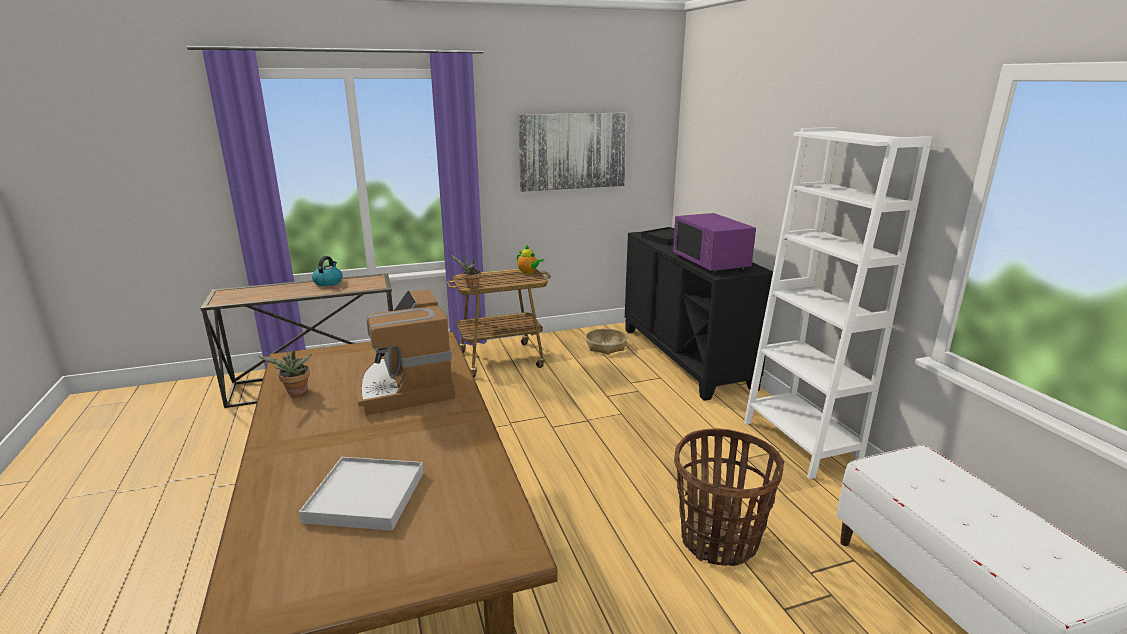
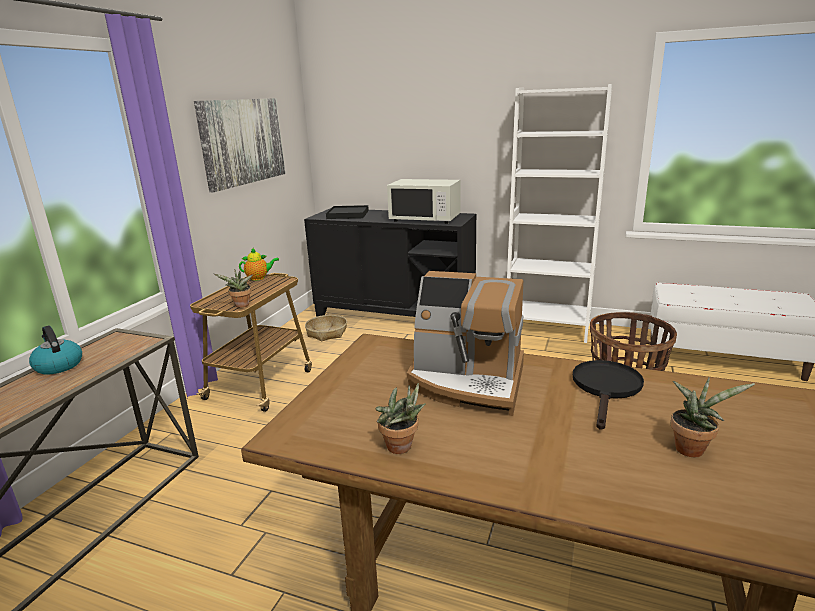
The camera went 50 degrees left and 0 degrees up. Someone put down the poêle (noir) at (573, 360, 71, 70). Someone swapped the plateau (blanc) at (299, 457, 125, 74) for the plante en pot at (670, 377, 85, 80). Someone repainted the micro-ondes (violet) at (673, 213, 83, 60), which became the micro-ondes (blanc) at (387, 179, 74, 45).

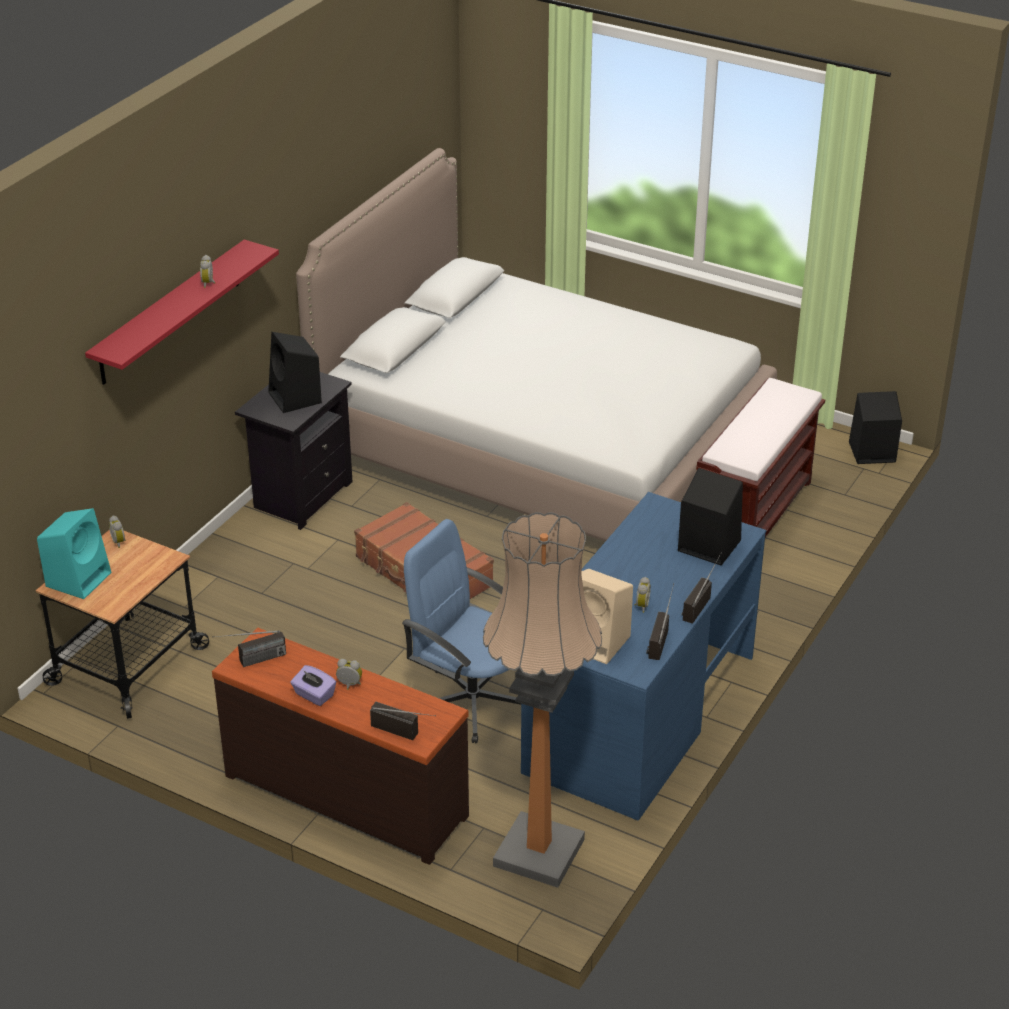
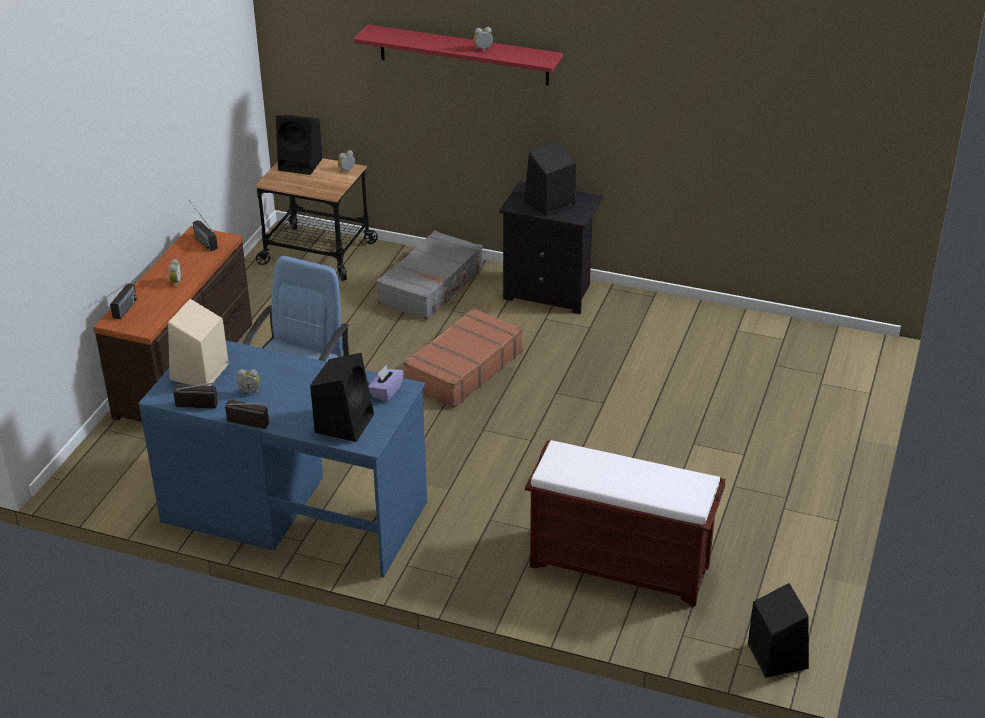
The camera went 80 degrees right and 0 degrees up. Someone took away the lit at (296, 148, 481, 393). Someone took away the lampadaire at (483, 512, 119, 376). Someone put down the valise (gris) at (377, 231, 106, 89). Someone carried the boîte à mouchoirs (violet) from (291, 665, 45, 41) to (369, 365, 35, 37). Someone repainted the enceinte (turquoise) at (37, 508, 74, 91), which became the enceinte (noir) at (276, 115, 47, 60).

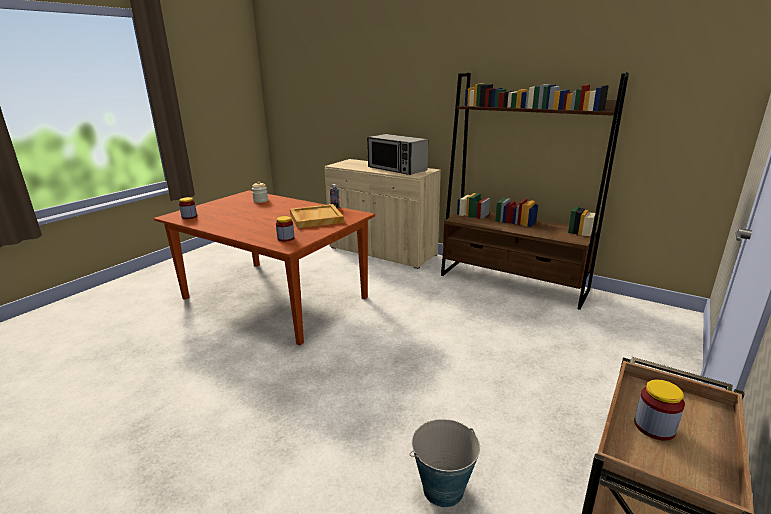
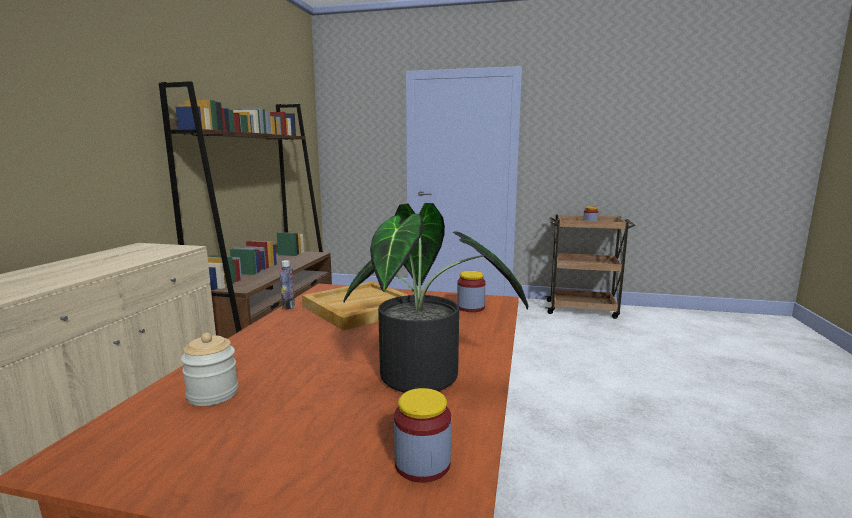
The camera went 110 degrees left and 10 degrees down. Someone took away the micro-ondes at (367, 134, 61, 41). Someone took away the seau at (409, 419, 71, 88). Someone put down the plante en pot at (344, 203, 184, 190).

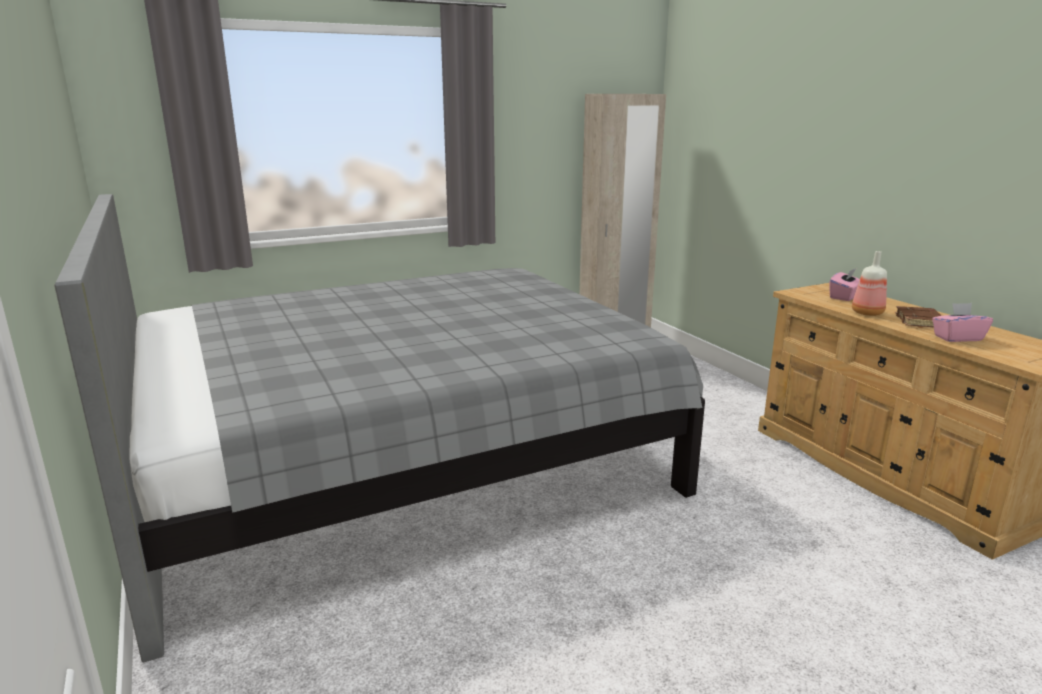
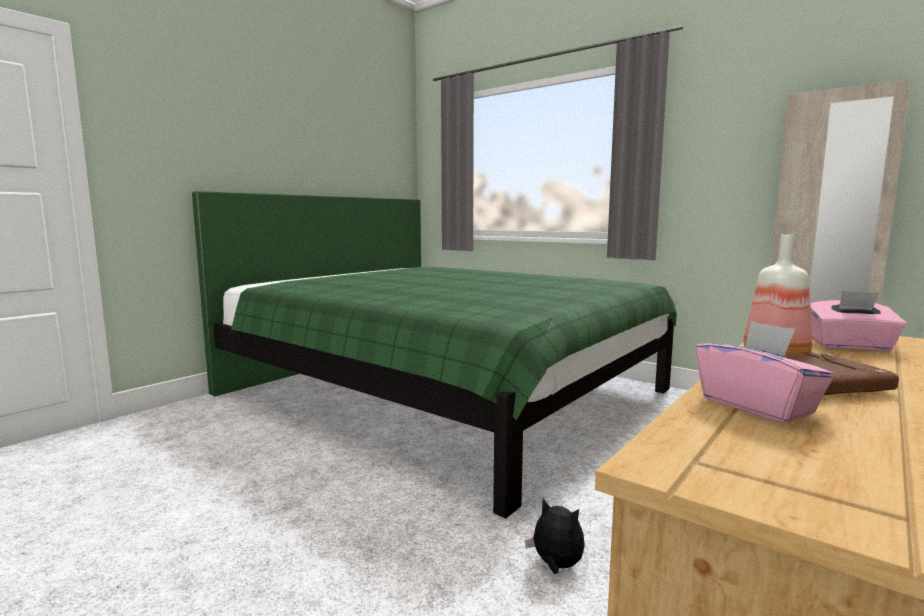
The camera went 65 degrees right and 10 degrees down. Someone put down the peluche at (525, 498, 60, 76). Someone repainted the lit (gris) at (54, 194, 651, 469), which became the lit (vert) at (192, 191, 485, 327).

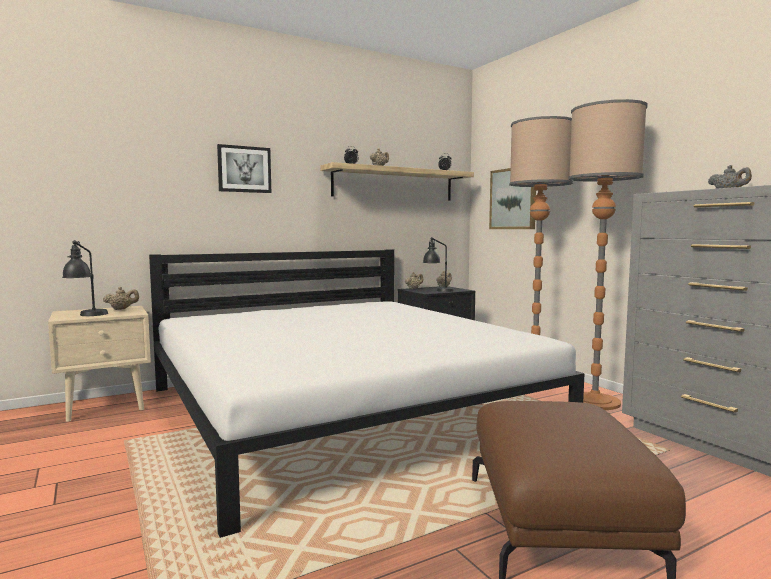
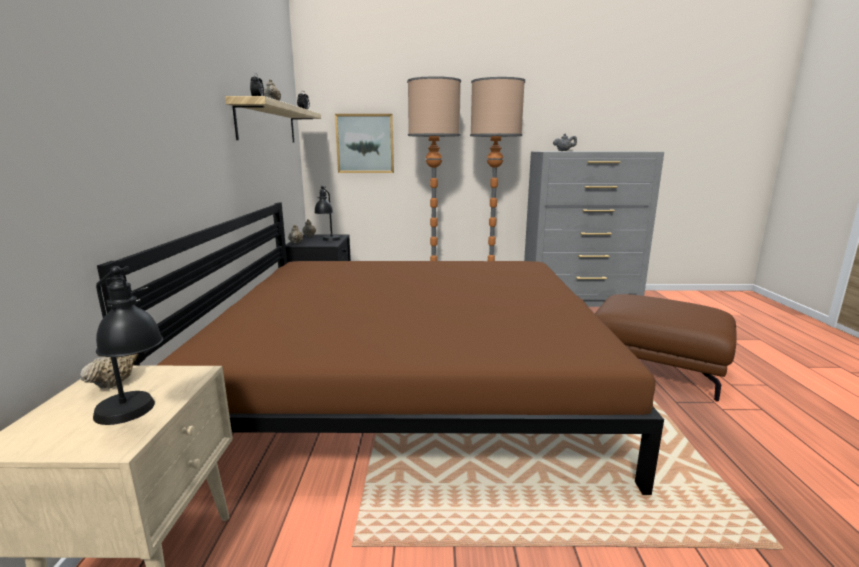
The camera went 60 degrees left and 10 degrees up. Someone took away the tableau at (217, 144, 54, 49). Someone repainted the lit (blanc) at (149, 249, 436, 289), which became the lit (marron) at (97, 202, 567, 293).

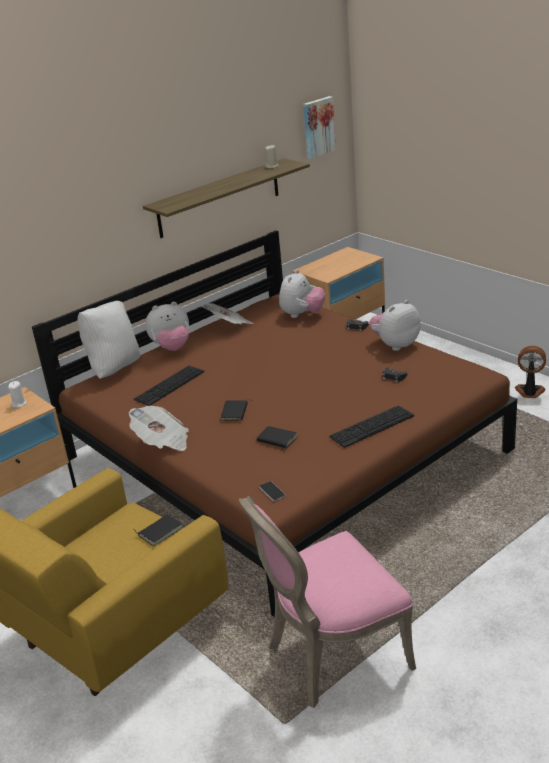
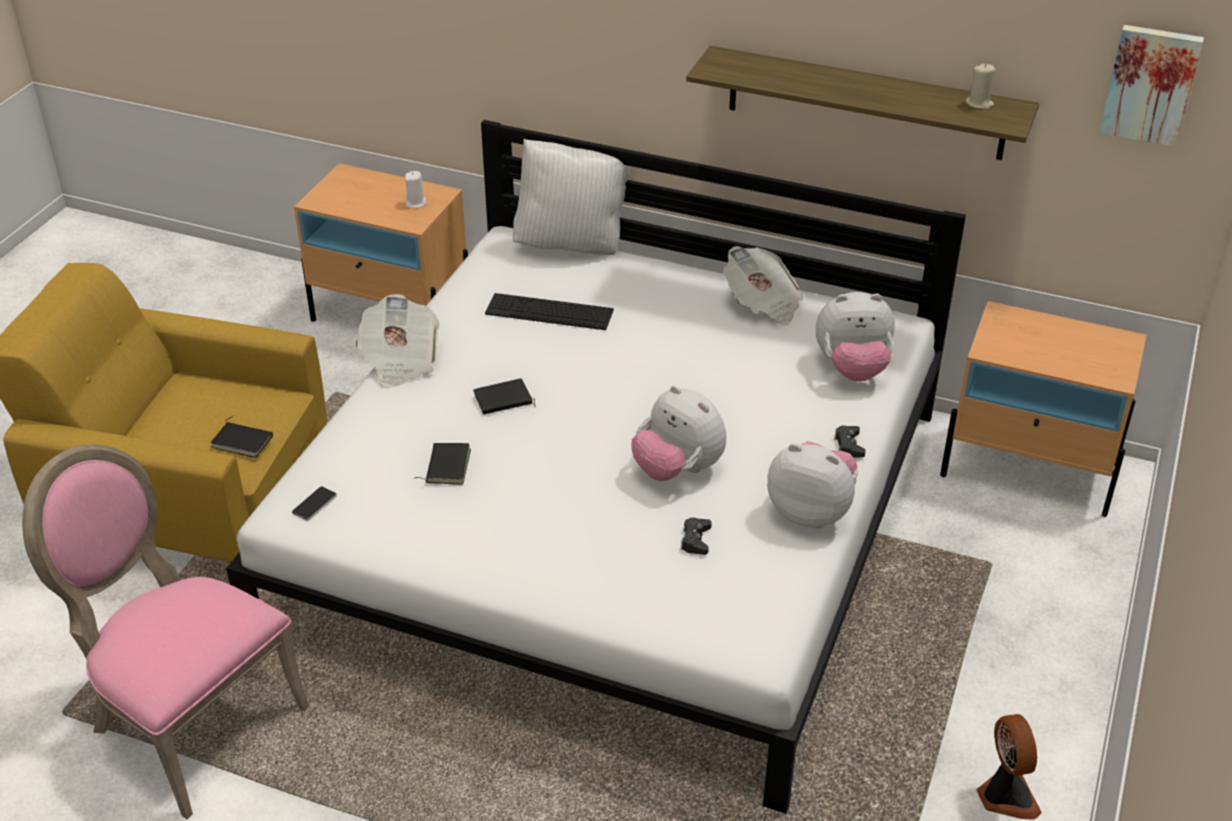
The camera went 60 degrees right and 10 degrees up. Someone took away the clavier at (329, 405, 85, 43). Someone carried the peluche from (146, 302, 43, 49) to (631, 385, 95, 96). Someone repainted the lit (marron) at (32, 230, 485, 387), which became the lit (blanc) at (226, 120, 740, 693).

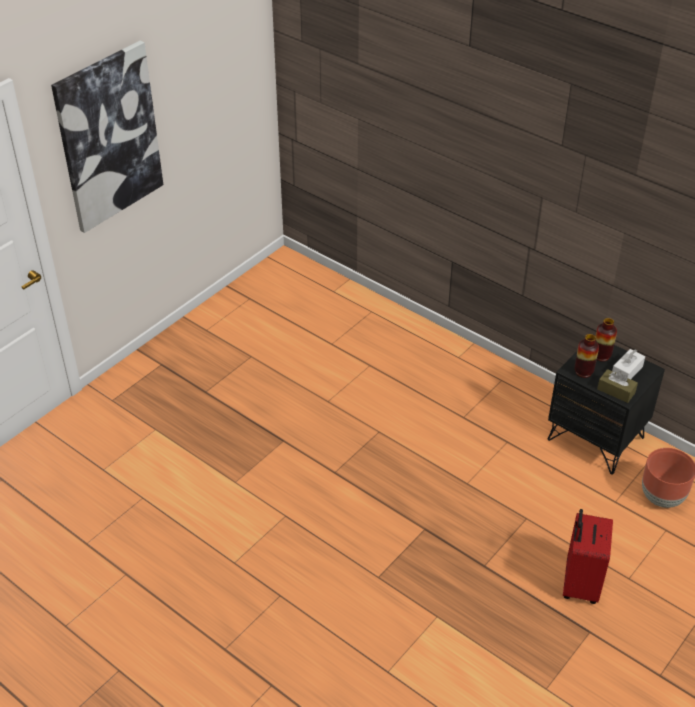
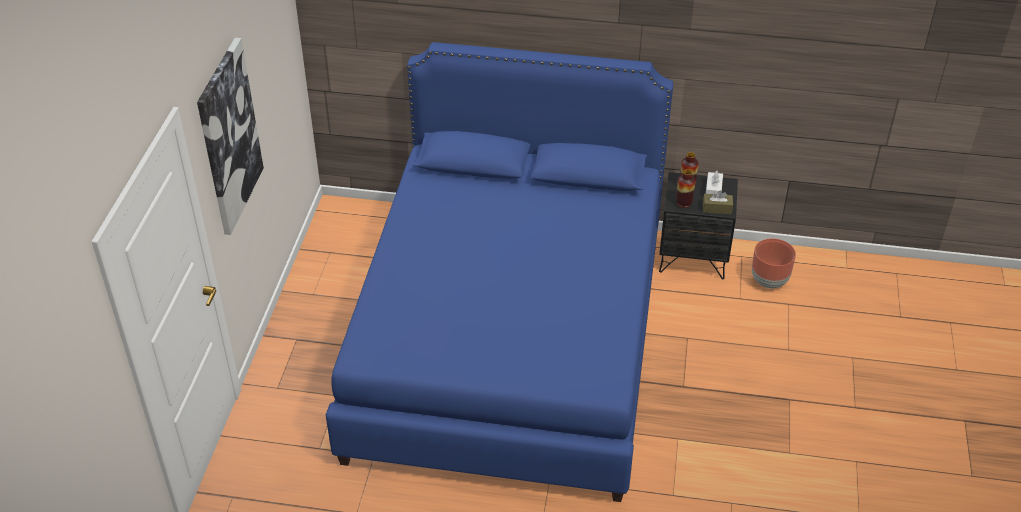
The camera went 30 degrees left and 0 degrees up. Someone took away the valise (rouge) at (563, 509, 50, 95). Someone put down the lit (bleu) at (326, 42, 347, 460).

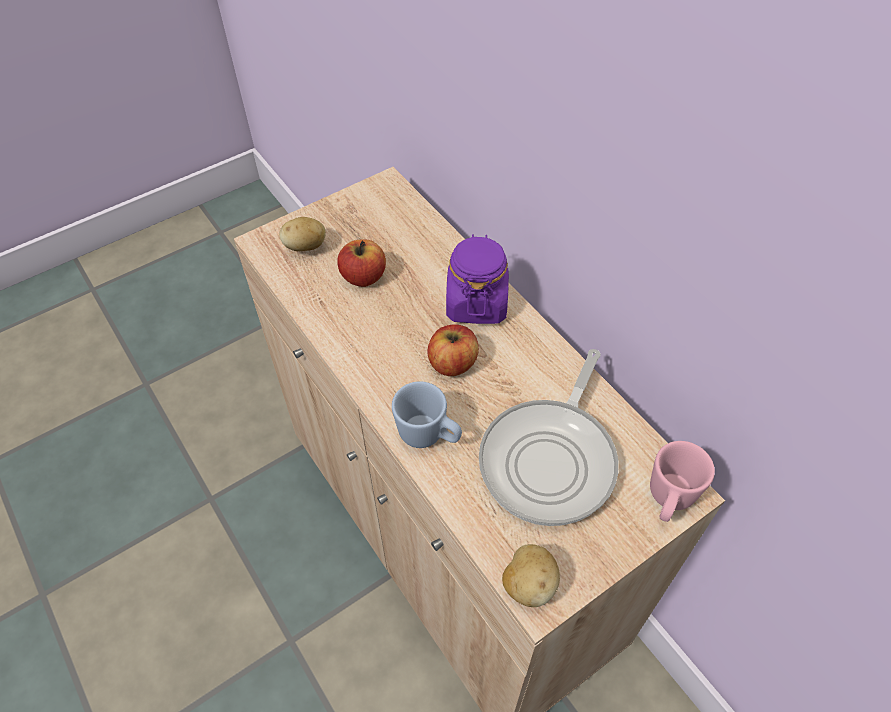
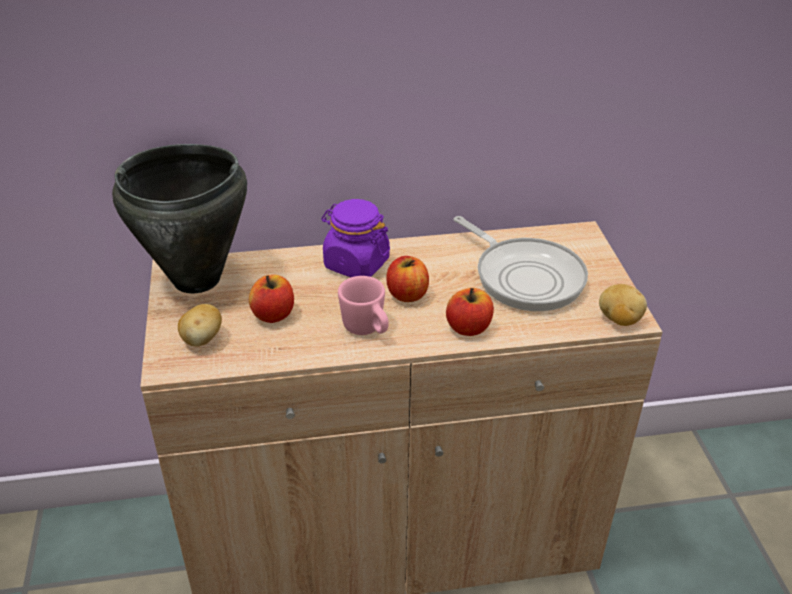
The camera went 65 degrees left and 15 degrees down. Someone put down the marmite (noir) at (112, 144, 135, 149). Someone carried the mug (rose) from (650, 441, 65, 81) to (338, 276, 51, 59). Someone swapped the mug (bleu) at (392, 382, 70, 66) for the pomme at (446, 288, 48, 48).

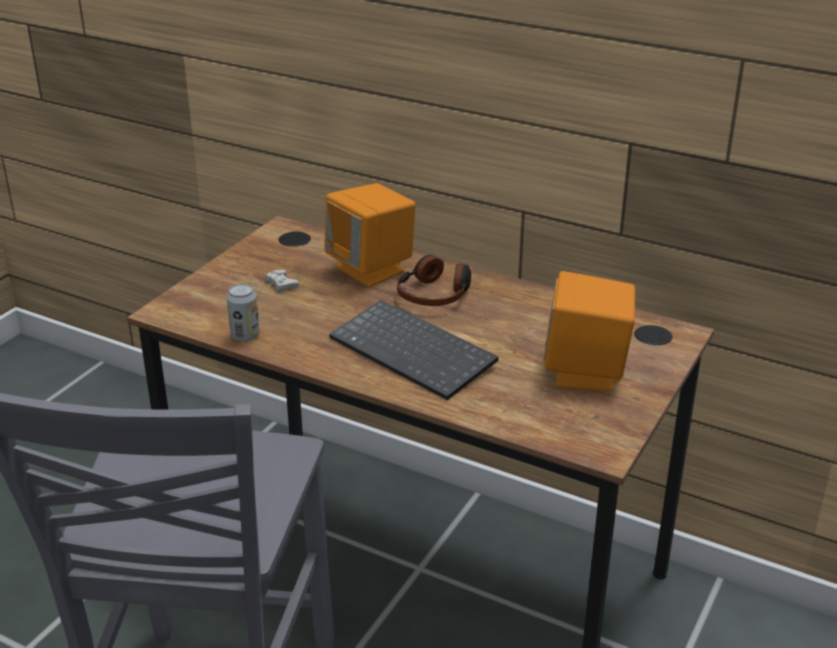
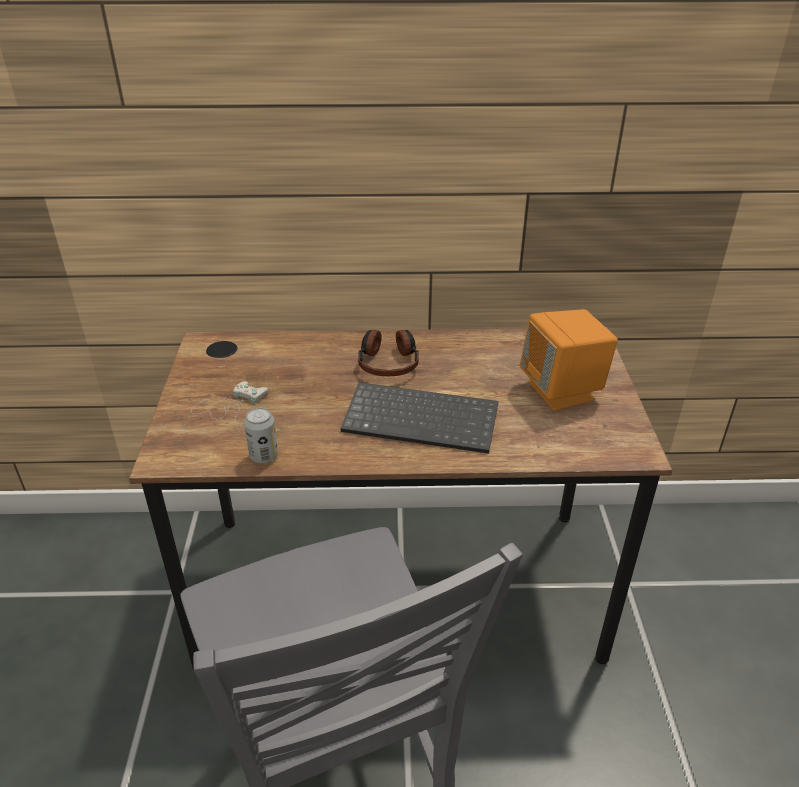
The camera went 30 degrees left and 5 degrees up. Someone took away the enceinte (orange) at (324, 183, 92, 104).

